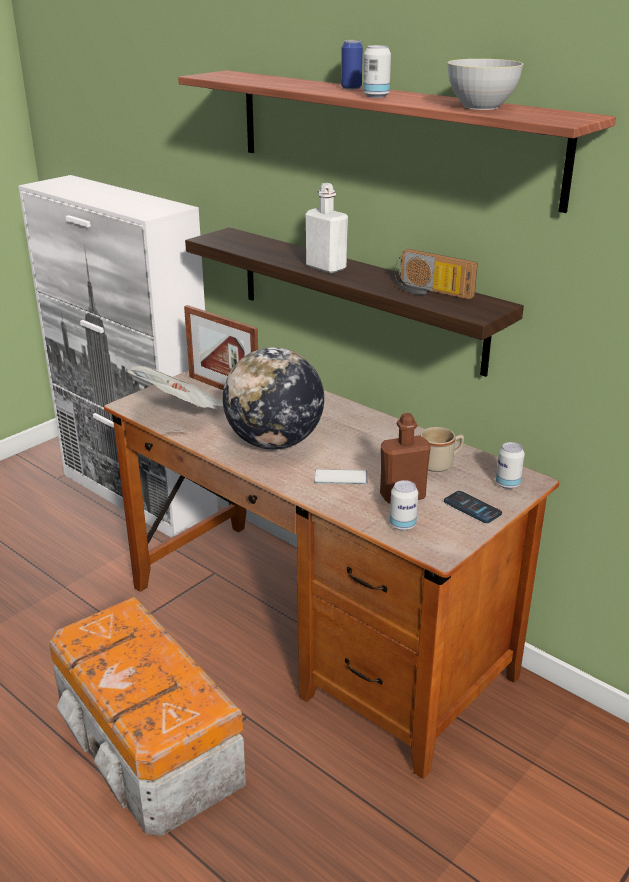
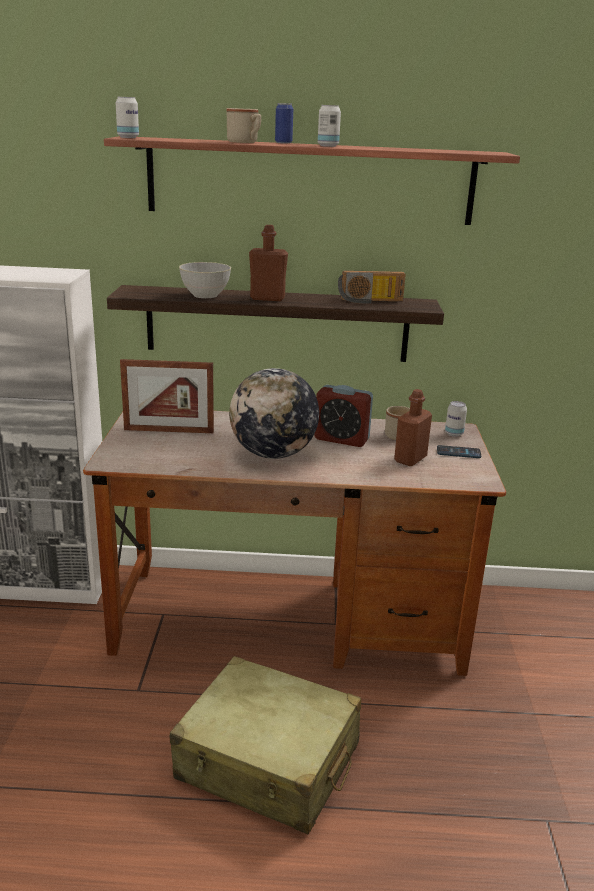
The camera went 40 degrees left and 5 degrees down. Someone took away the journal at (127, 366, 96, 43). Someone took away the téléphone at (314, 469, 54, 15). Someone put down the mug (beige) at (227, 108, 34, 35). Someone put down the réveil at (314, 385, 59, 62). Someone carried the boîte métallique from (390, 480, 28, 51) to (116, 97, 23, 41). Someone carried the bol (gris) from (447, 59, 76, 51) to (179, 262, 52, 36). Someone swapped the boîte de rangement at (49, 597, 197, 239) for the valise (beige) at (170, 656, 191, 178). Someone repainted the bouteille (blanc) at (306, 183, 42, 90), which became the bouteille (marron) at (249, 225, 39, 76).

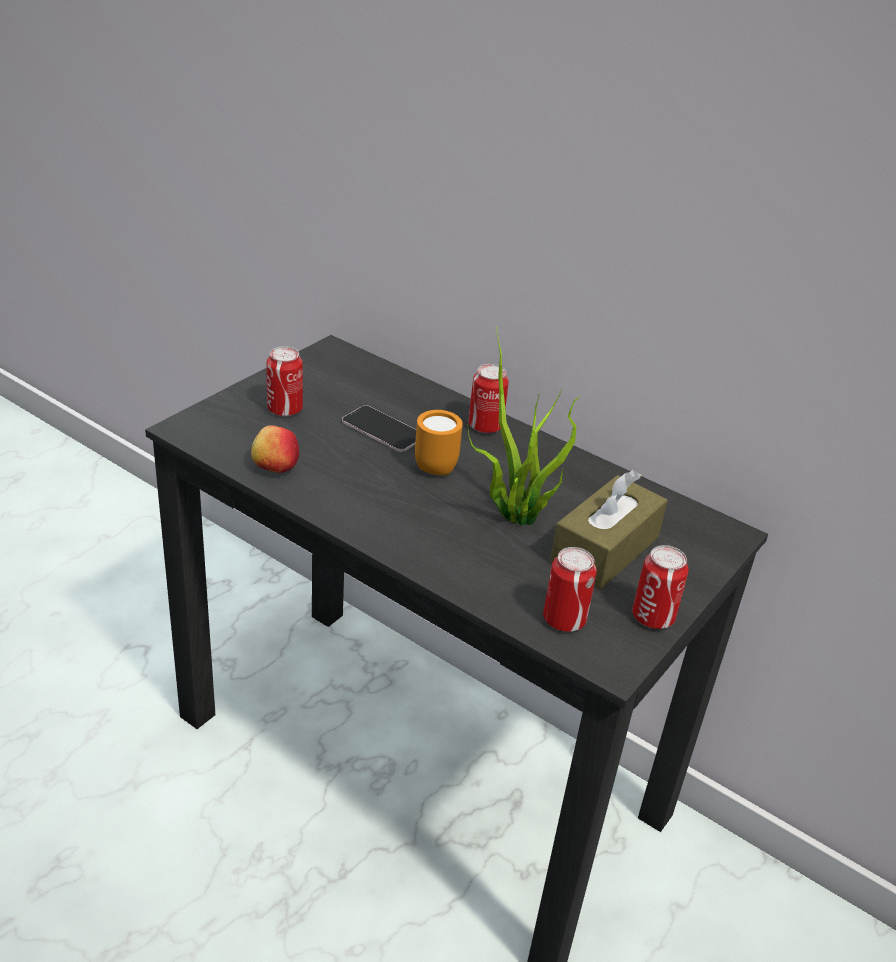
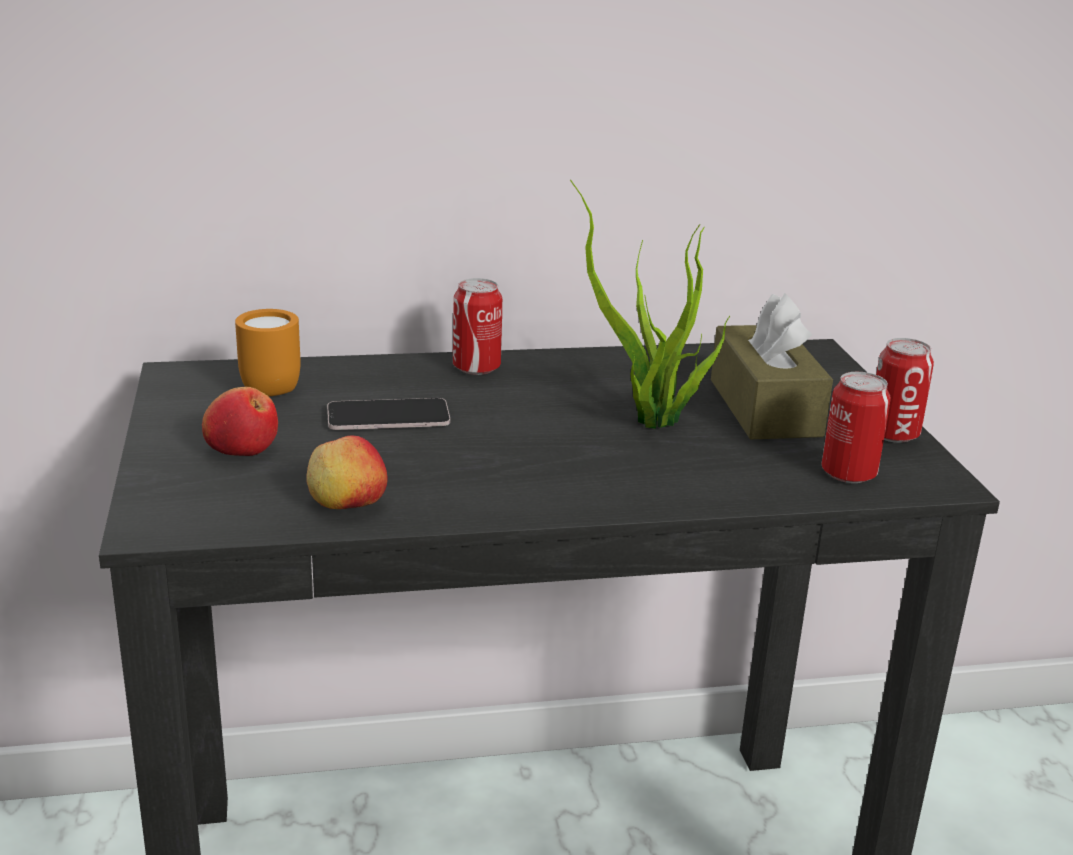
The camera went 45 degrees left and 10 degrees down. Someone carried the mug (orange) from (415, 410, 48, 66) to (235, 309, 65, 88). Someone swapped the boîte métallique at (267, 346, 36, 70) for the pomme at (202, 387, 76, 69).

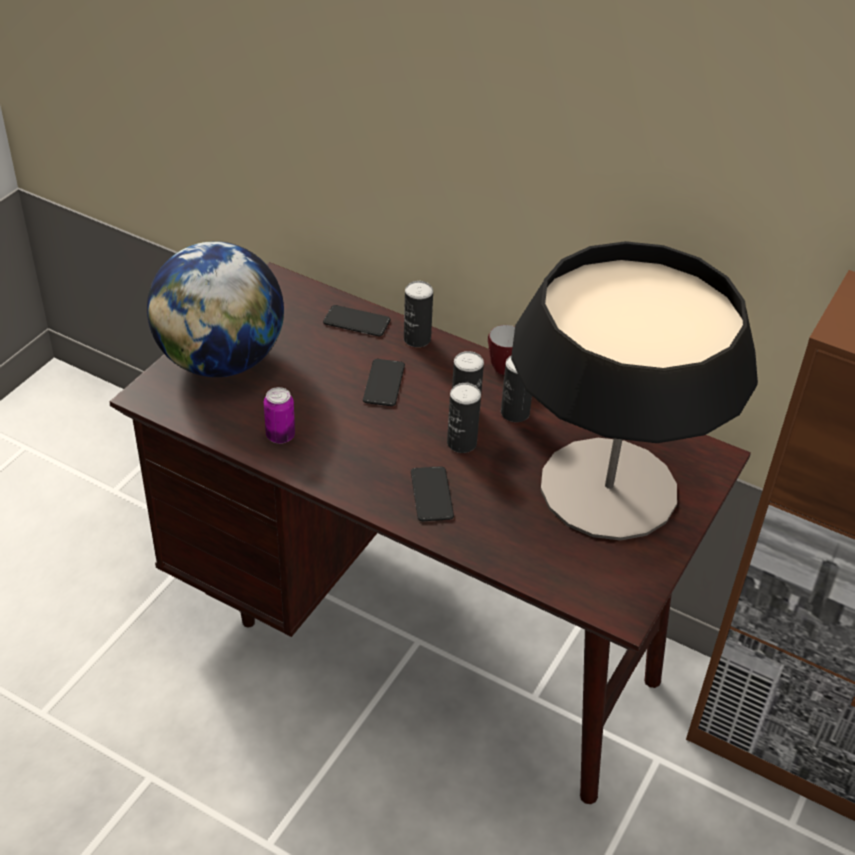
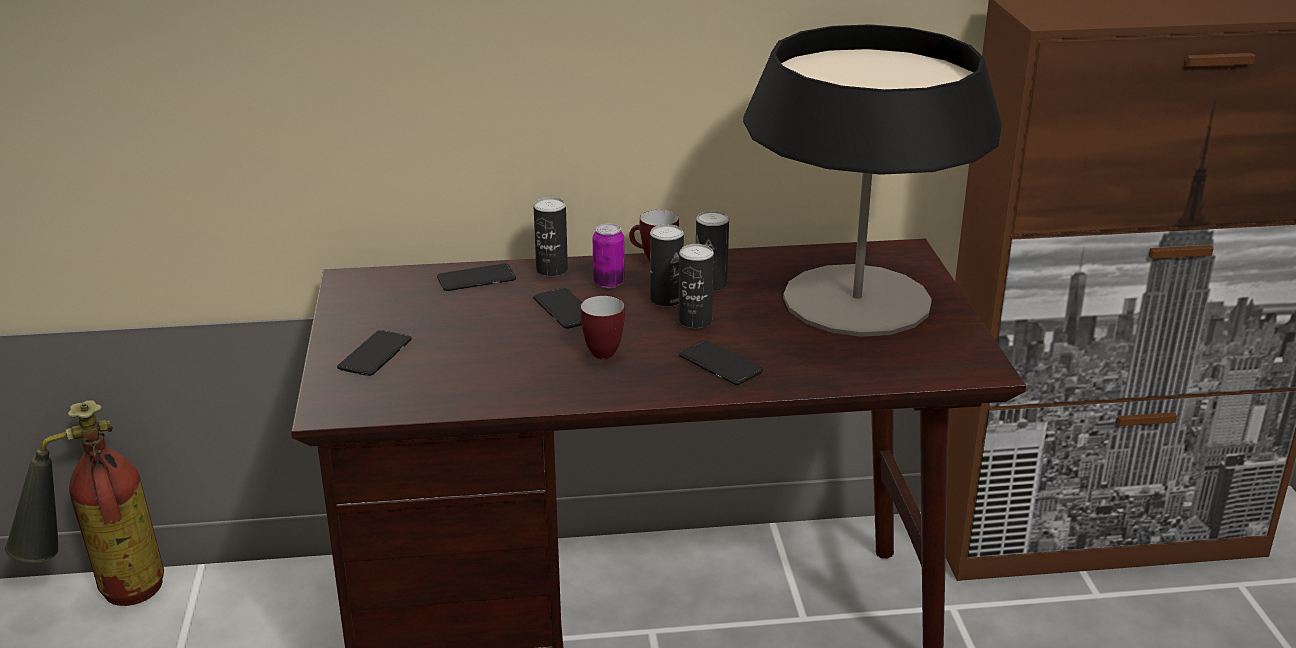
The camera went 35 degrees left and 15 degrees down. Someone put down the extincteur at (5, 400, 159, 206). Someone put down the mug at (580, 296, 45, 63). Someone carried the boîte métallique from (264, 387, 31, 57) to (592, 224, 33, 64). Someone swapped the globe at (147, 241, 137, 136) for the téléphone at (337, 330, 75, 46).

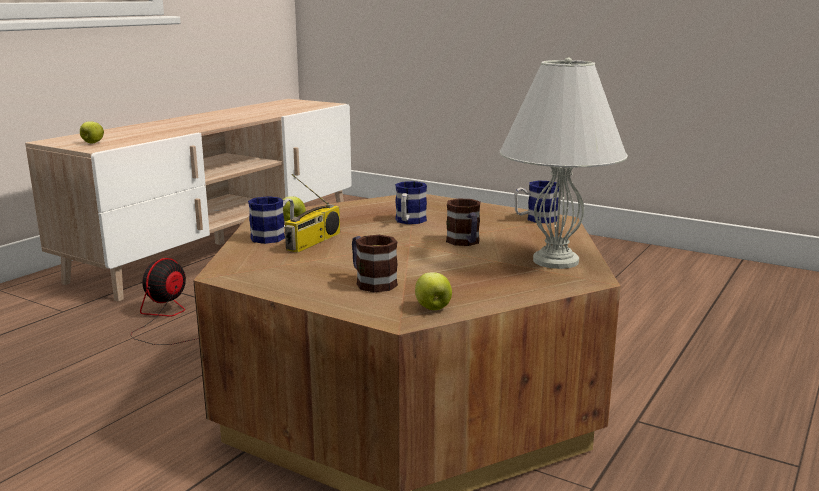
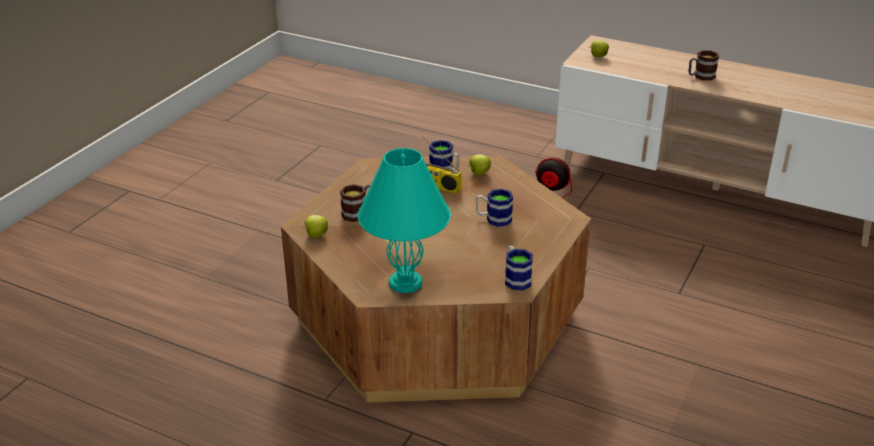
The camera went 85 degrees right and 15 degrees up. Someone carried the mug from (446, 198, 35, 48) to (688, 50, 31, 31). Someone repainted the lampe de table (blanc) at (500, 58, 128, 211), which became the lampe de table (turquoise) at (358, 148, 93, 145).

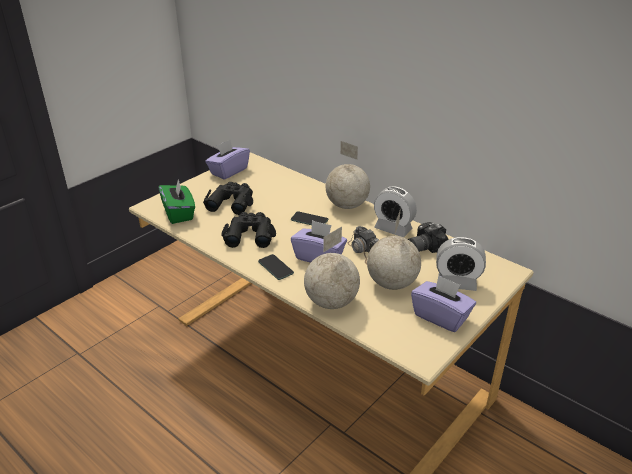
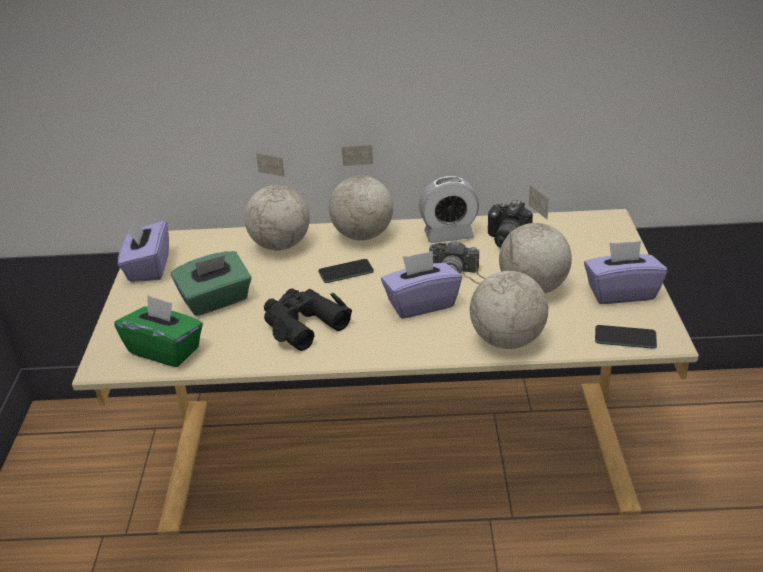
The camera went 40 degrees left and 0 degrees up. Someone took away the réveil at (436, 237, 50, 54). Someone put down the globe at (244, 153, 66, 97). Someone carried the téléphone from (258, 254, 36, 26) to (595, 325, 62, 24). Someone swapped the jumelles (noir) at (203, 182, 50, 33) for the boîte à mouchoirs (vert) at (171, 251, 81, 65).

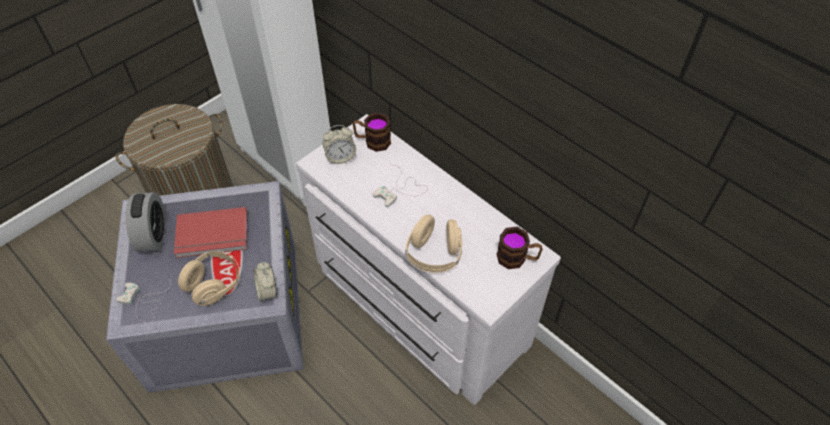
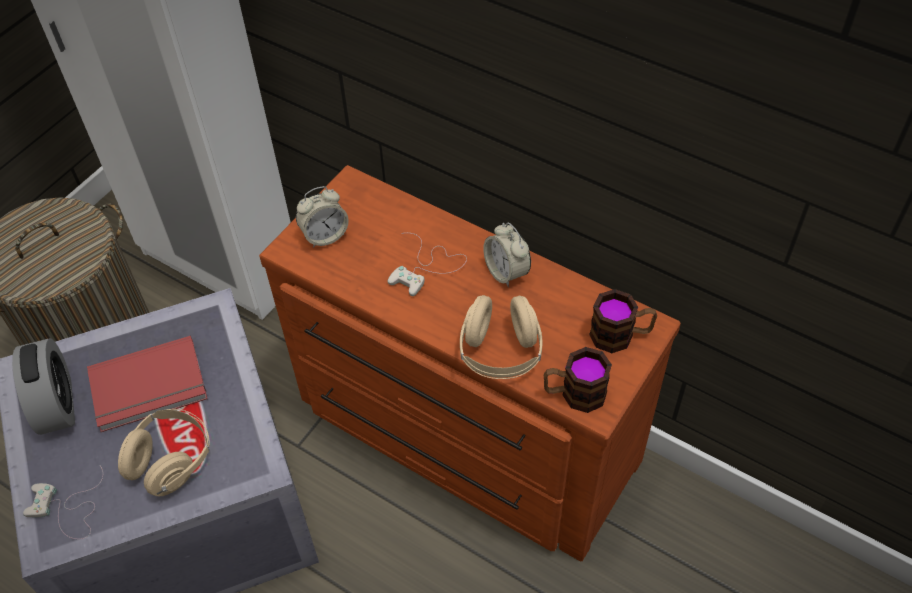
The camera went 10 degrees left and 0 degrees up. Someone carried the réveil from (254, 262, 23, 40) to (483, 223, 48, 64). Someone carried the mug from (353, 112, 38, 40) to (544, 347, 68, 66). Someone repainted the commode (blanc) at (296, 114, 265, 291), which became the commode (marron) at (259, 165, 422, 396).

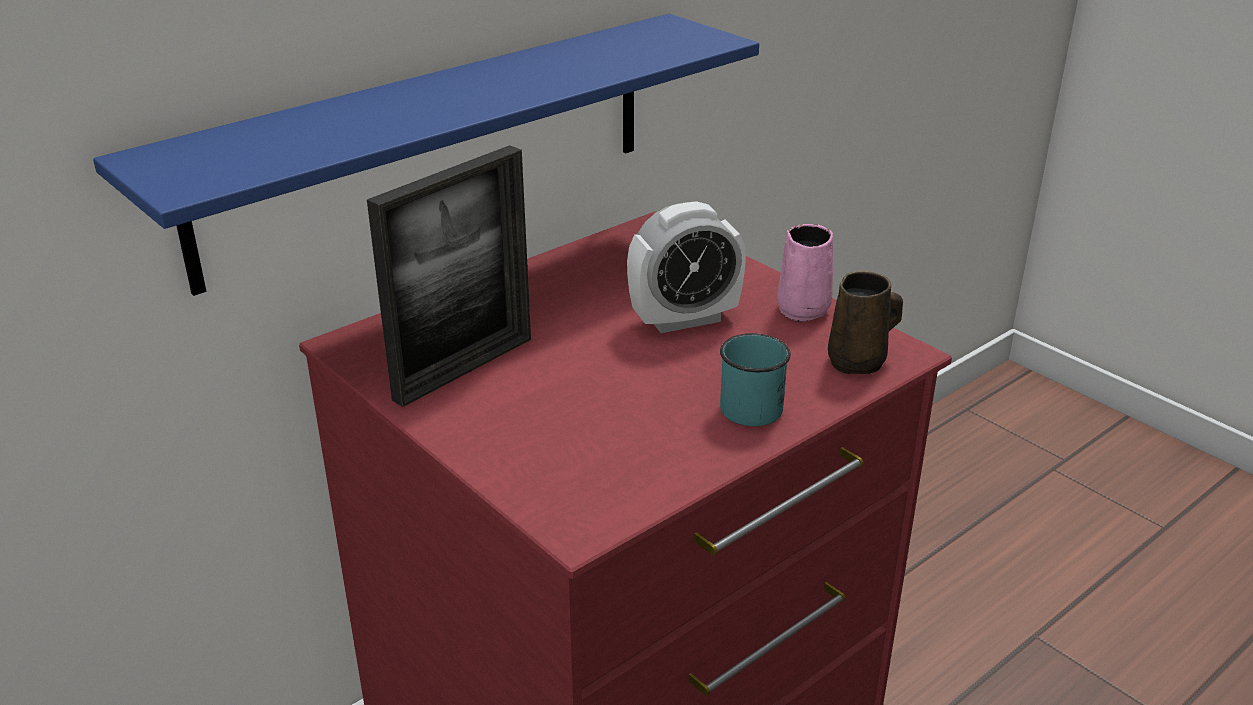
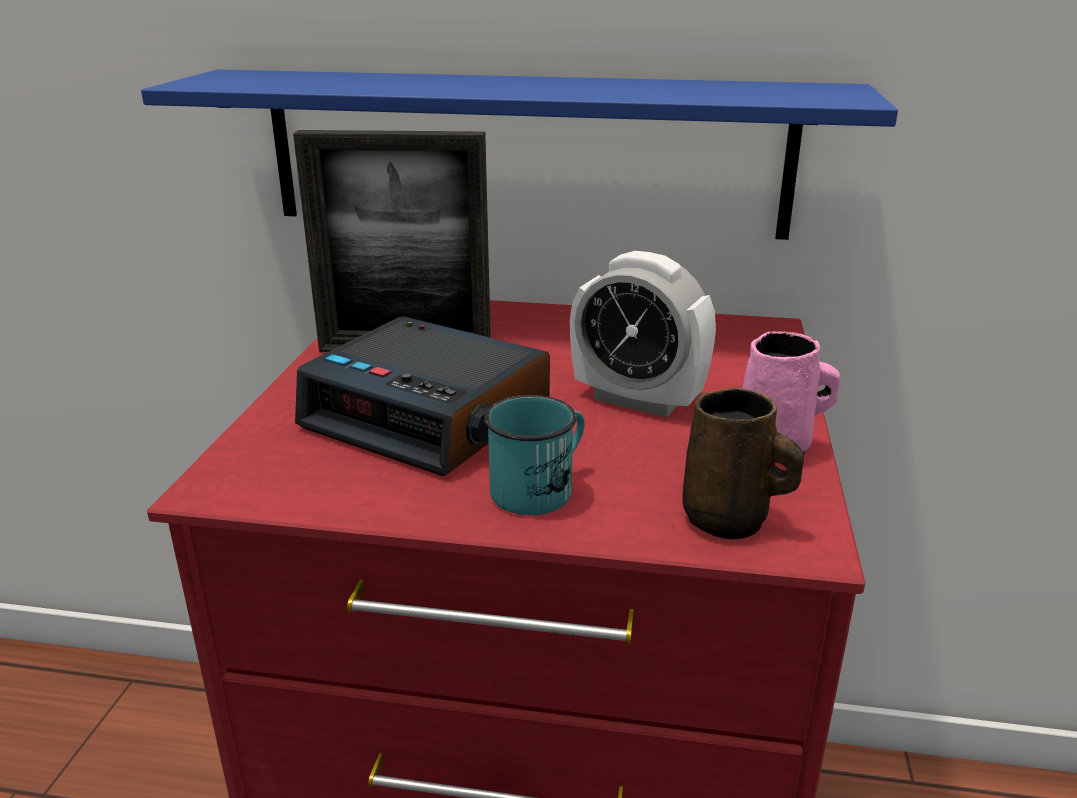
The camera went 50 degrees right and 5 degrees down. Someone put down the réveil at (295, 316, 255, 160).

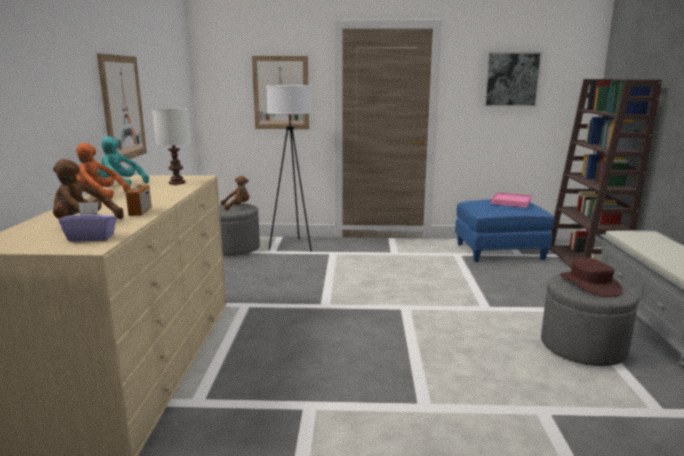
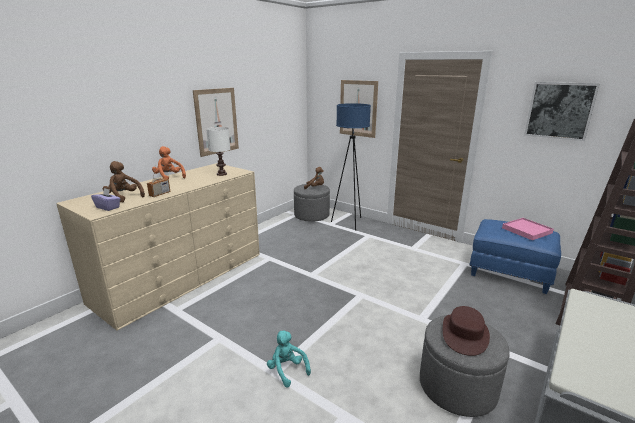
The camera went 35 degrees right and 5 degrees up. Someone carried the peluche (turquoise) from (97, 136, 52, 50) to (267, 331, 44, 56). Someone repainted the lampadaire (blanc) at (266, 85, 46, 167), which became the lampadaire (bleu) at (331, 103, 40, 128).

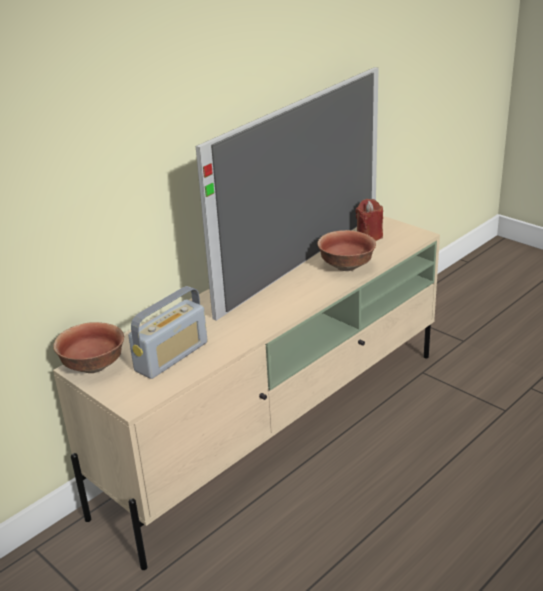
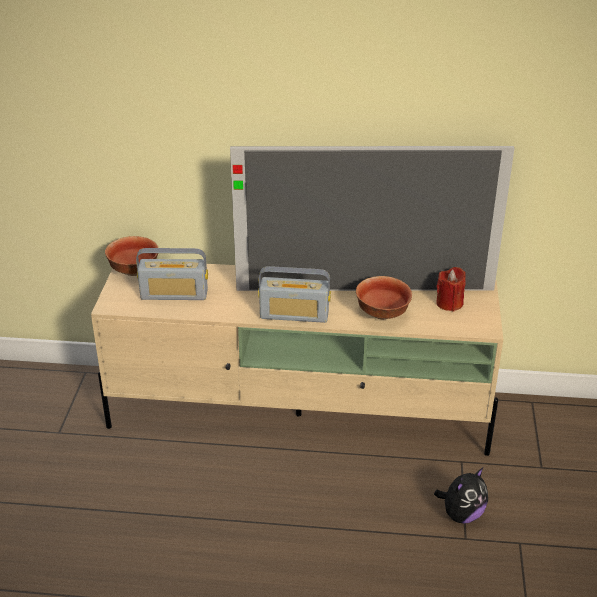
The camera went 50 degrees right and 5 degrees up. Someone put down the radio at (258, 266, 73, 57). Someone put down the peluche at (434, 468, 54, 56).

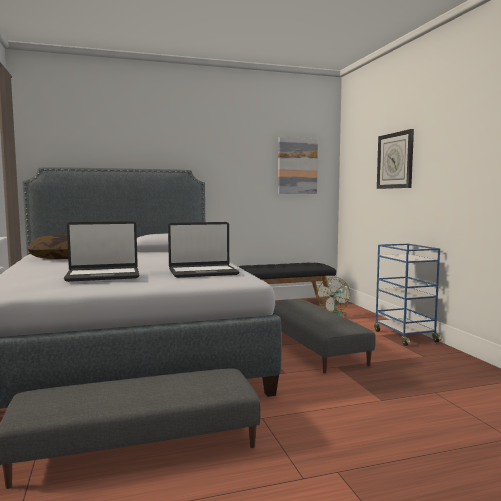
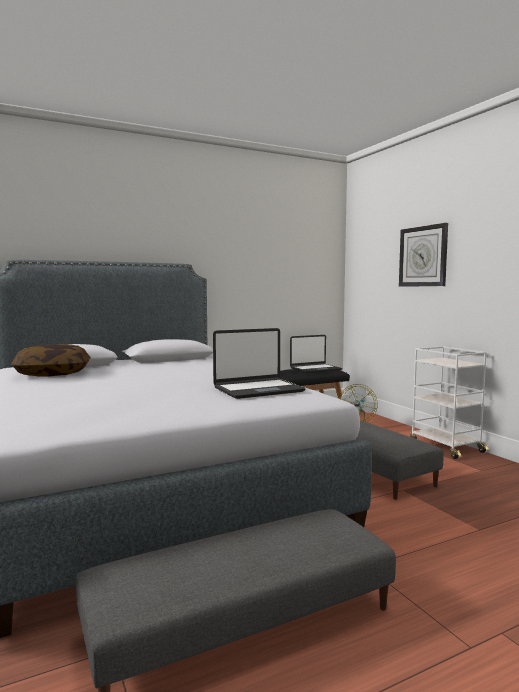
The camera went 10 degrees left and 0 degrees up. Someone took away the tableau at (278, 137, 40, 57). Someone carried the ordinateur portable from (64, 221, 75, 61) to (290, 335, 52, 38). Someone repainted the chariot (bleu) at (374, 244, 68, 102), which became the chariot (blanc) at (410, 346, 79, 113).

